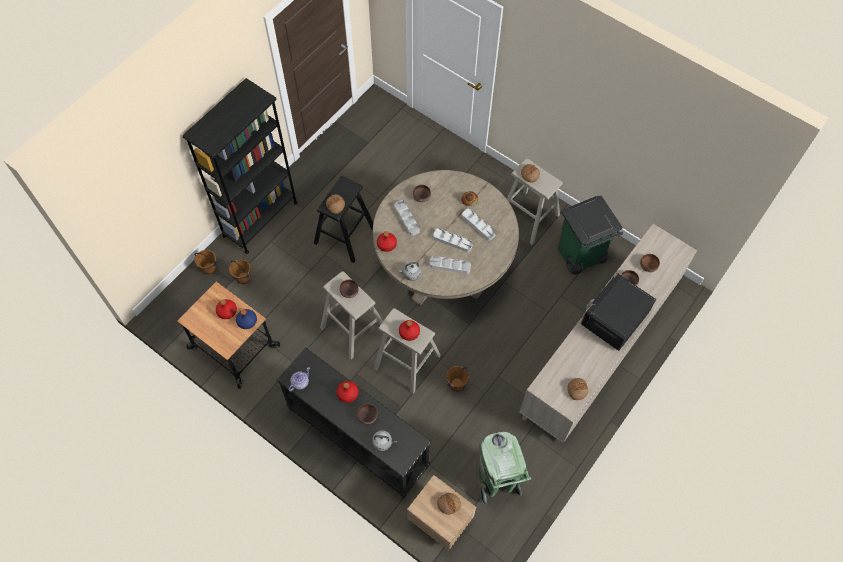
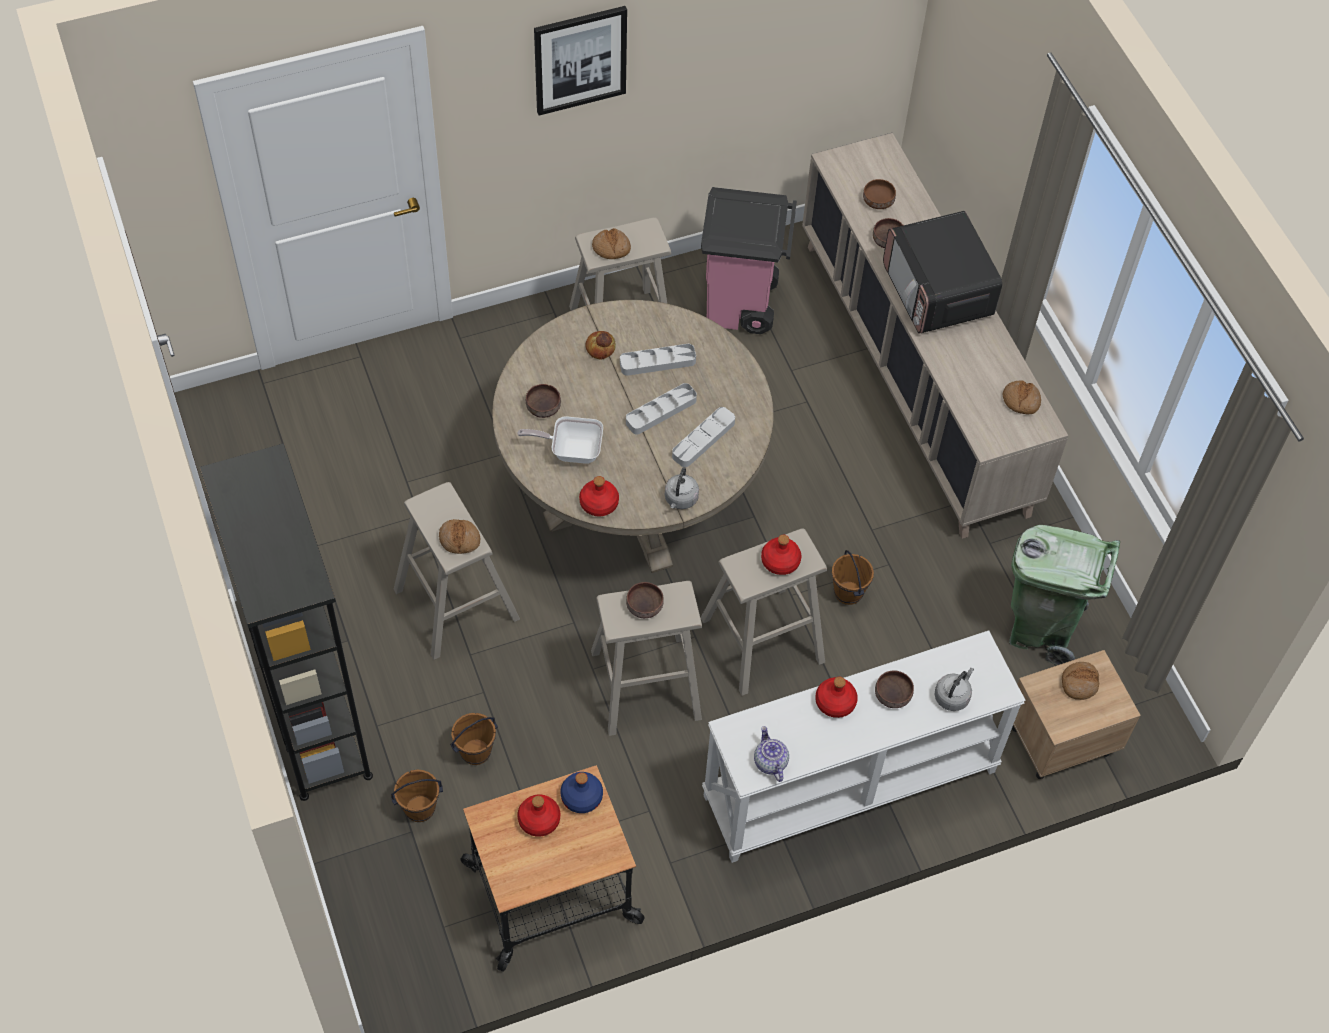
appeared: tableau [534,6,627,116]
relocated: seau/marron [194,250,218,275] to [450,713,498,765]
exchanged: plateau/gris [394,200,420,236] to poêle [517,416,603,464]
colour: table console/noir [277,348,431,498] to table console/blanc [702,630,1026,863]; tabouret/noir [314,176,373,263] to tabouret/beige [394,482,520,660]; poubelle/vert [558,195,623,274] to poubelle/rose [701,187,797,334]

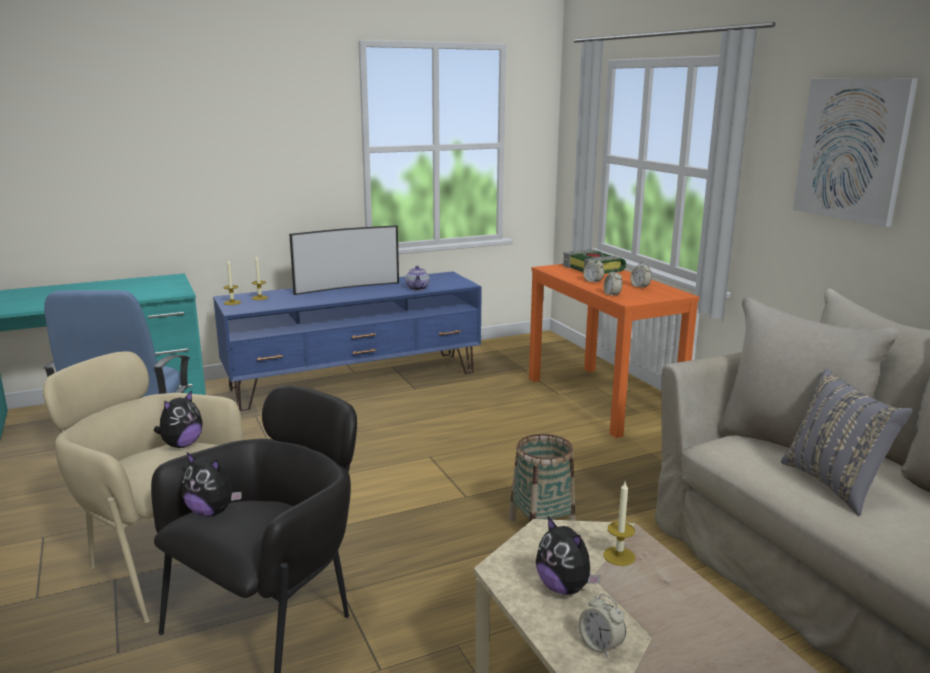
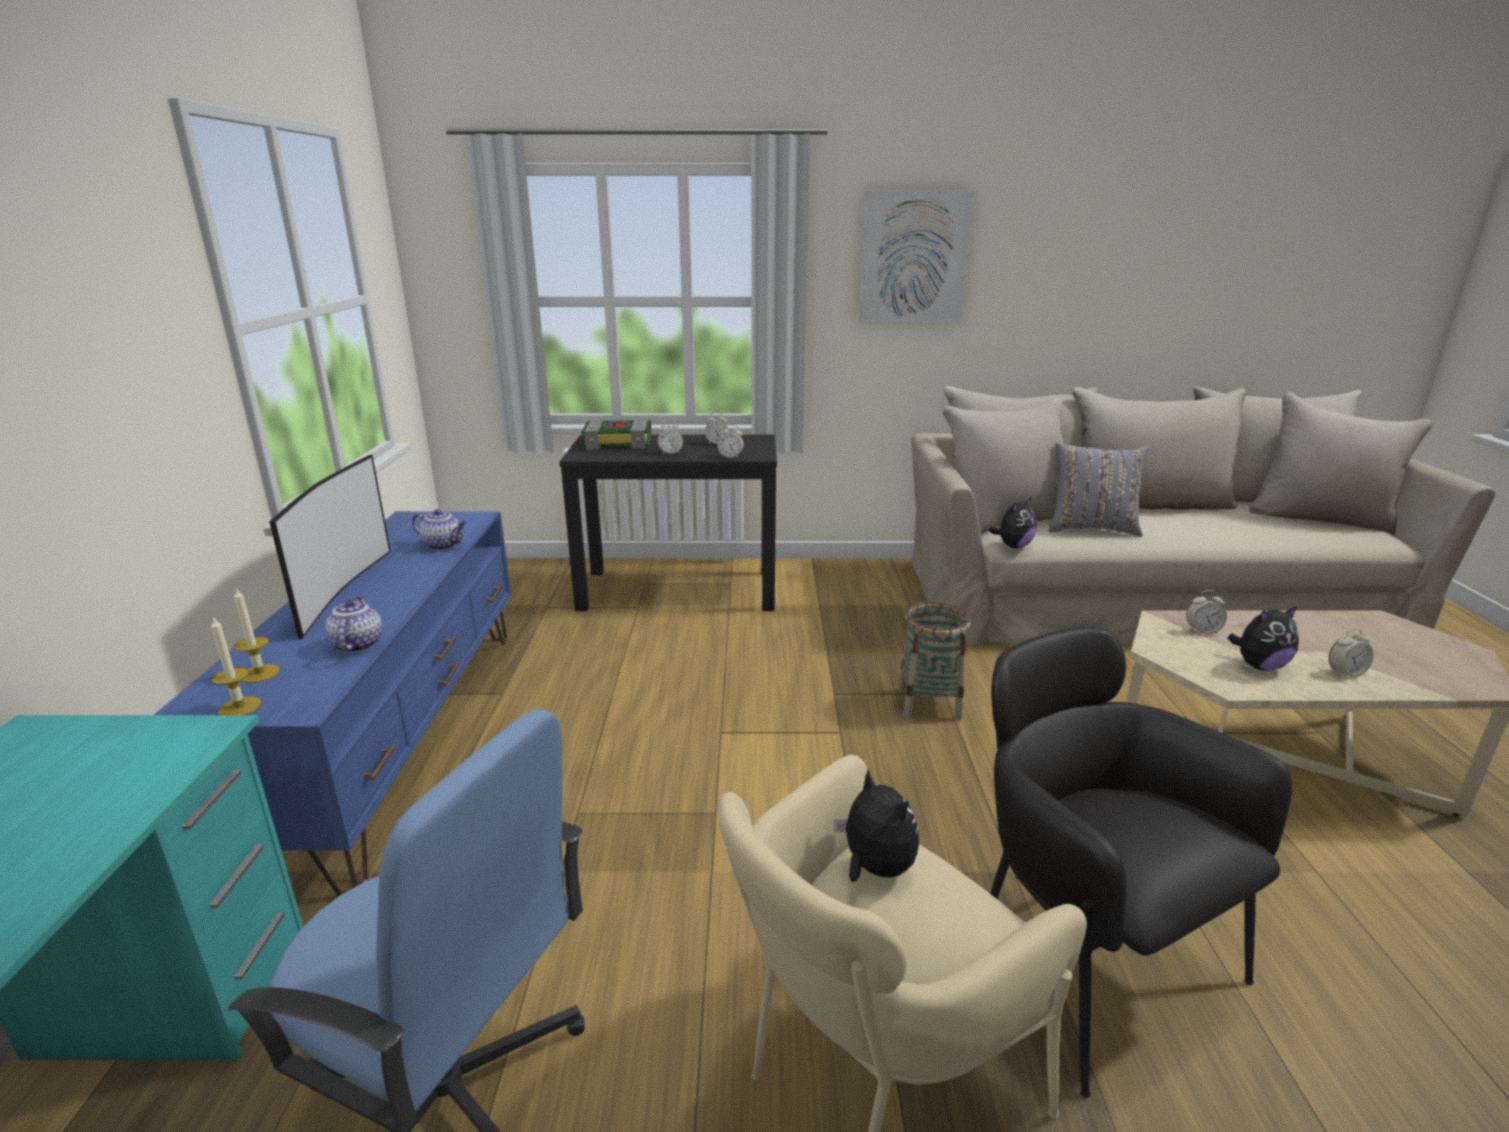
appeared: théière [325,595,382,653]
relocated: peluche [182,452,242,517] to [988,498,1036,548]
exchanged: bougie [603,480,635,566] to réveil [1186,590,1227,634]
colour: table console/orange [529,264,699,438] to table console/noir [559,434,777,611]

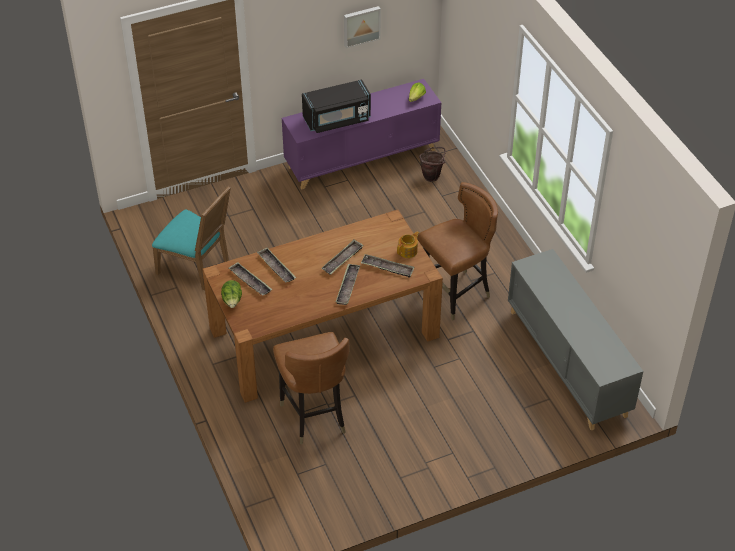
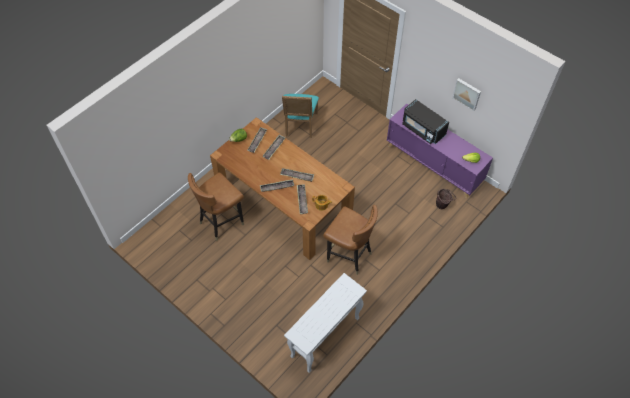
exchanged: meuble de rangement/gris [508,249,644,430] to table console/blanc [284,273,367,373]

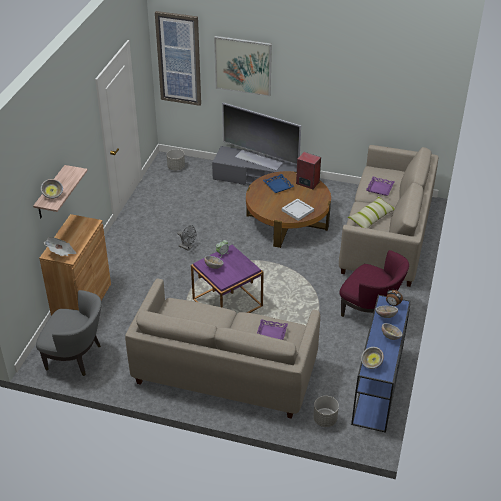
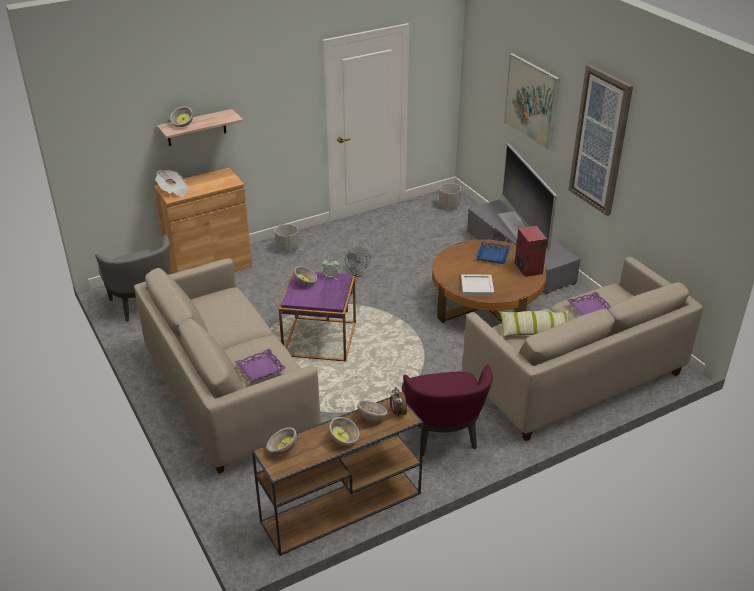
relocated: tableau [155,11,201,106] to [568,64,633,216]; cache-pot/gris [313,396,339,427] to [275,224,299,252]
colour: table console/bleu [351,295,411,433] to table console/marron [252,397,423,556]

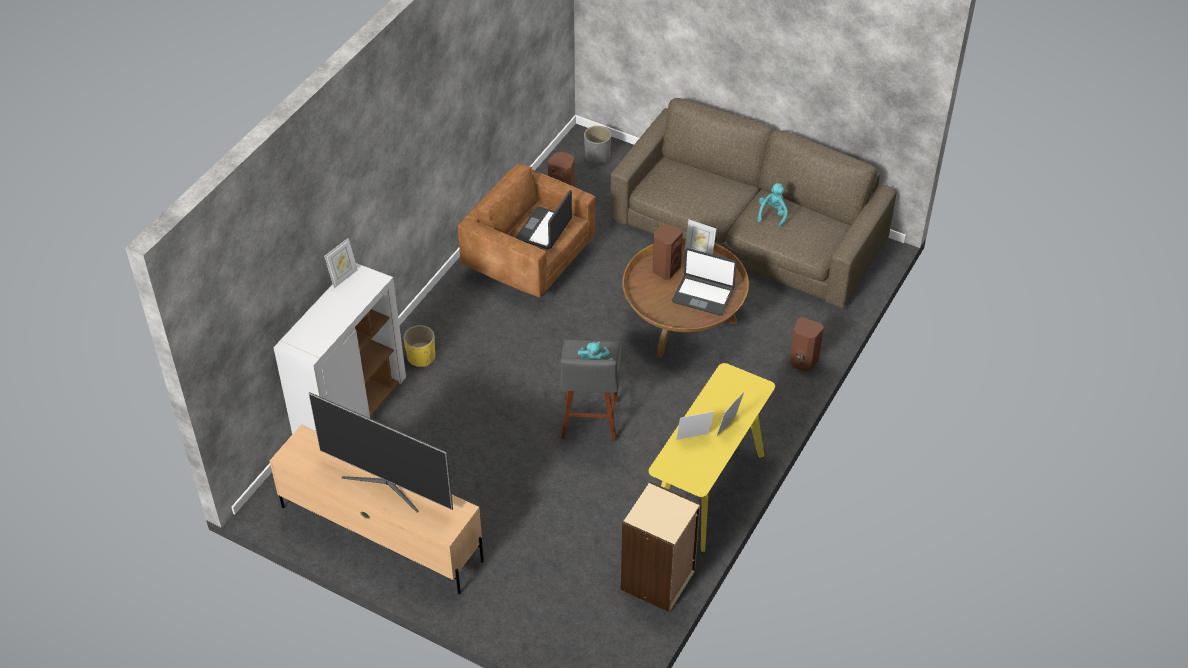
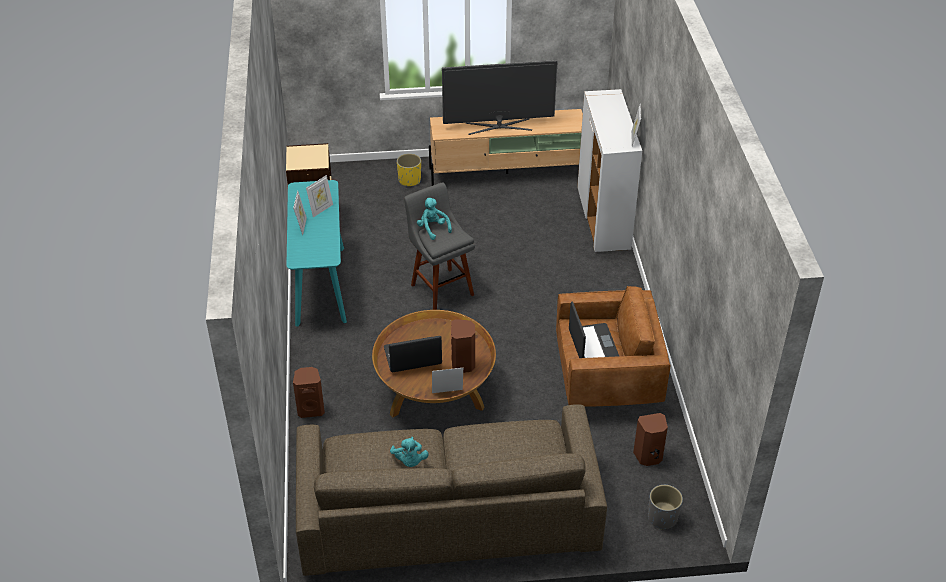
relocated: cache-pot/jaune [403,325,435,367] to [397,153,421,186]
colour: table console/jaune [649,363,775,552] to table console/turquoise [286,180,347,327]

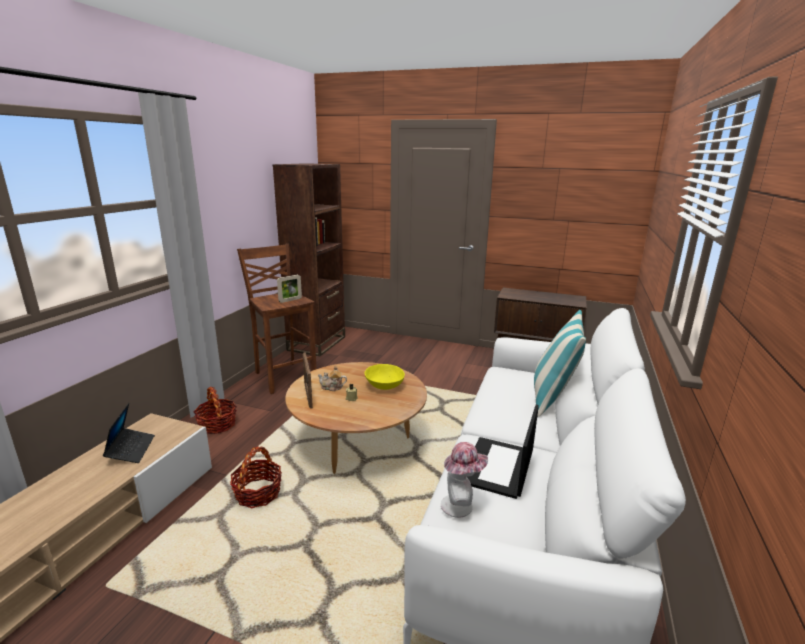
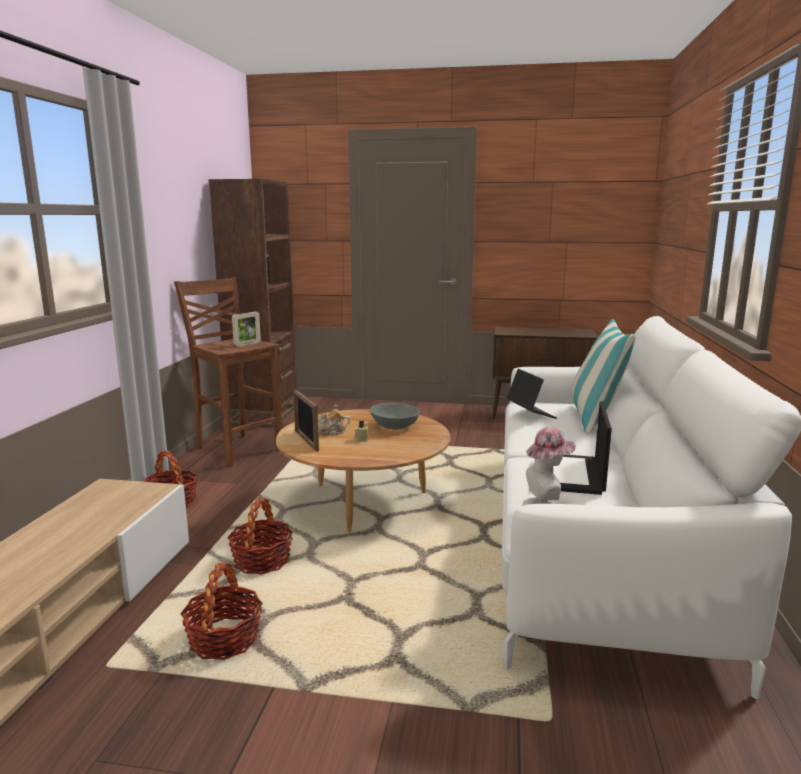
appeared: panier [180,562,263,660]
relocated: ordinateur portable [103,403,155,463] to [507,369,557,419]
colour: bol/jaune [364,364,405,390] to bol/gris [370,403,420,429]

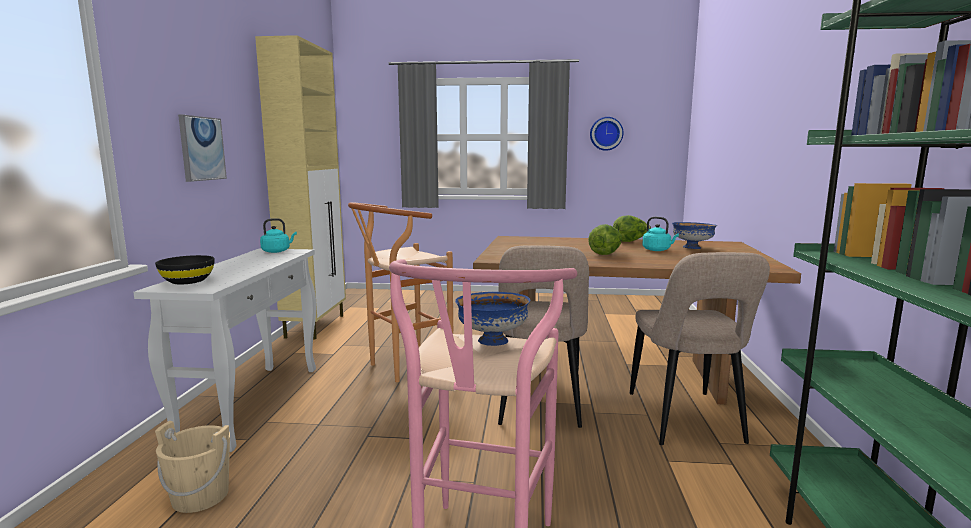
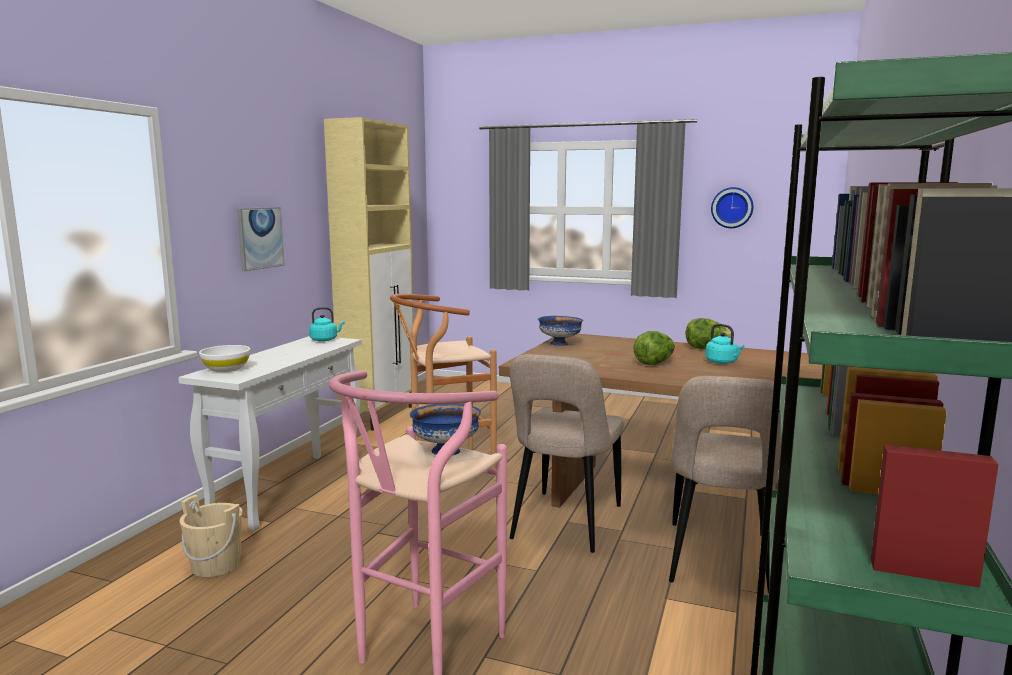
relocated: bol/bleu [672,222,717,249] to [538,316,583,346]
colour: bol/noir [155,255,215,284] to bol/blanc [199,345,250,372]

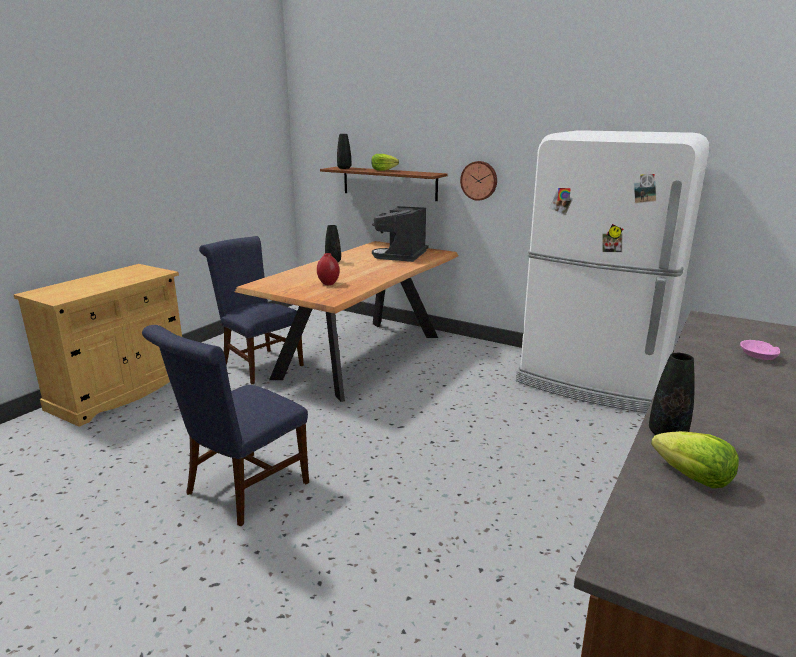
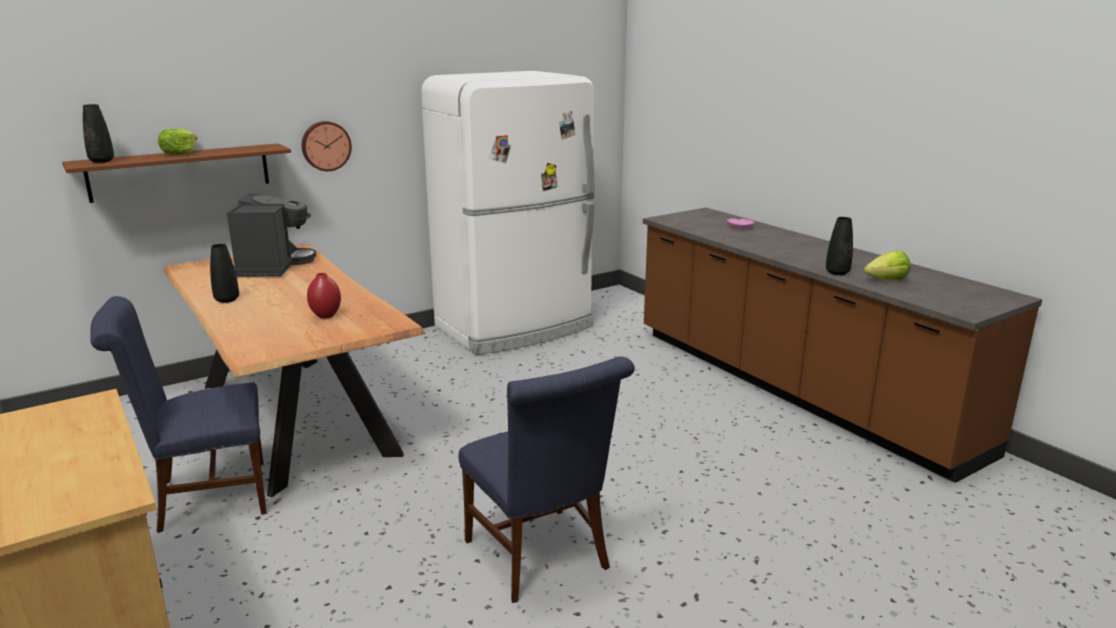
spun: machine à café [372,206,429,262] = [227,193,316,277] 135 degrees counterclockwise

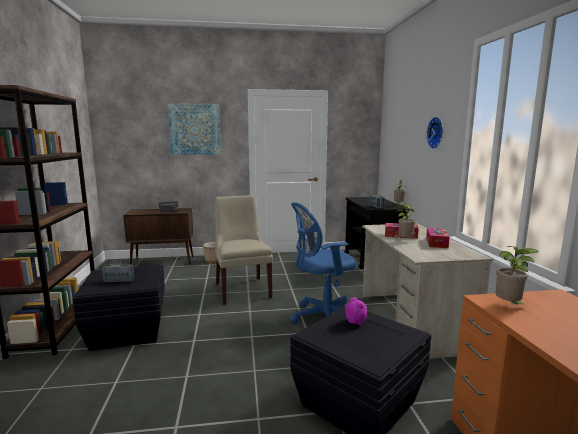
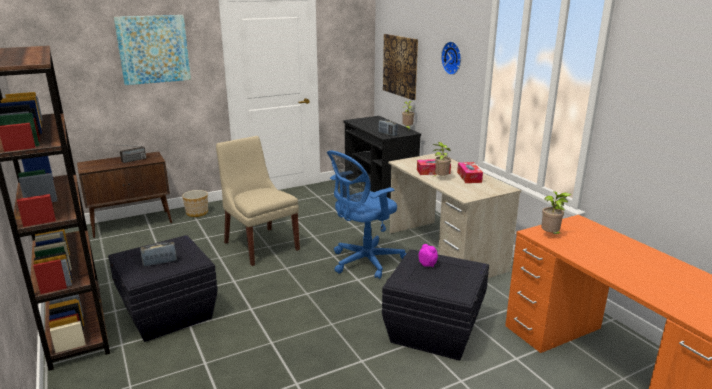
appeared: tableau [383,34,418,100]

